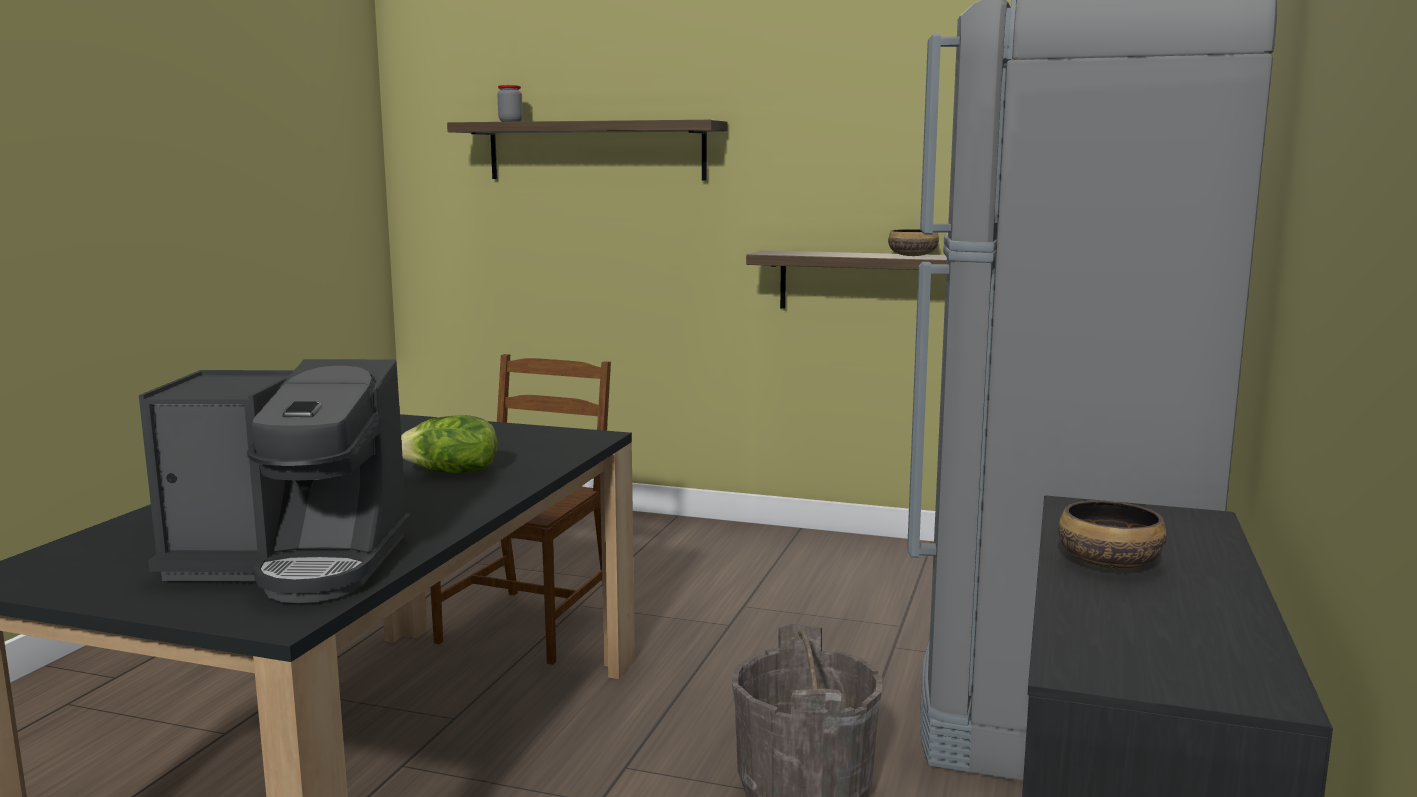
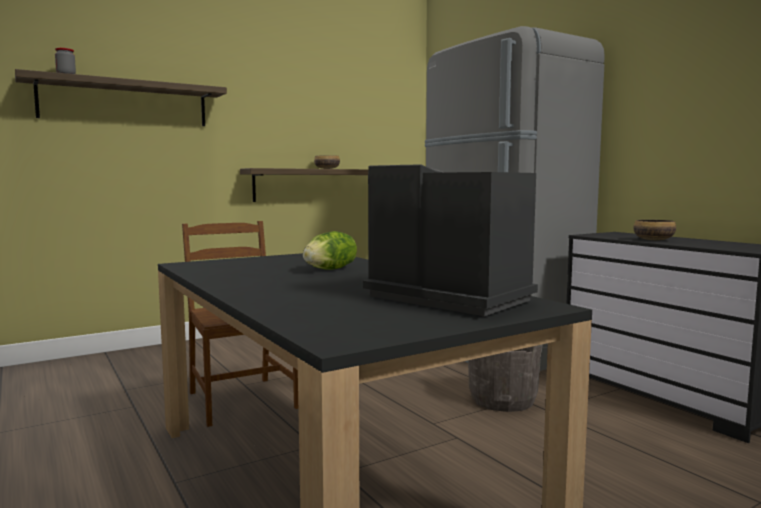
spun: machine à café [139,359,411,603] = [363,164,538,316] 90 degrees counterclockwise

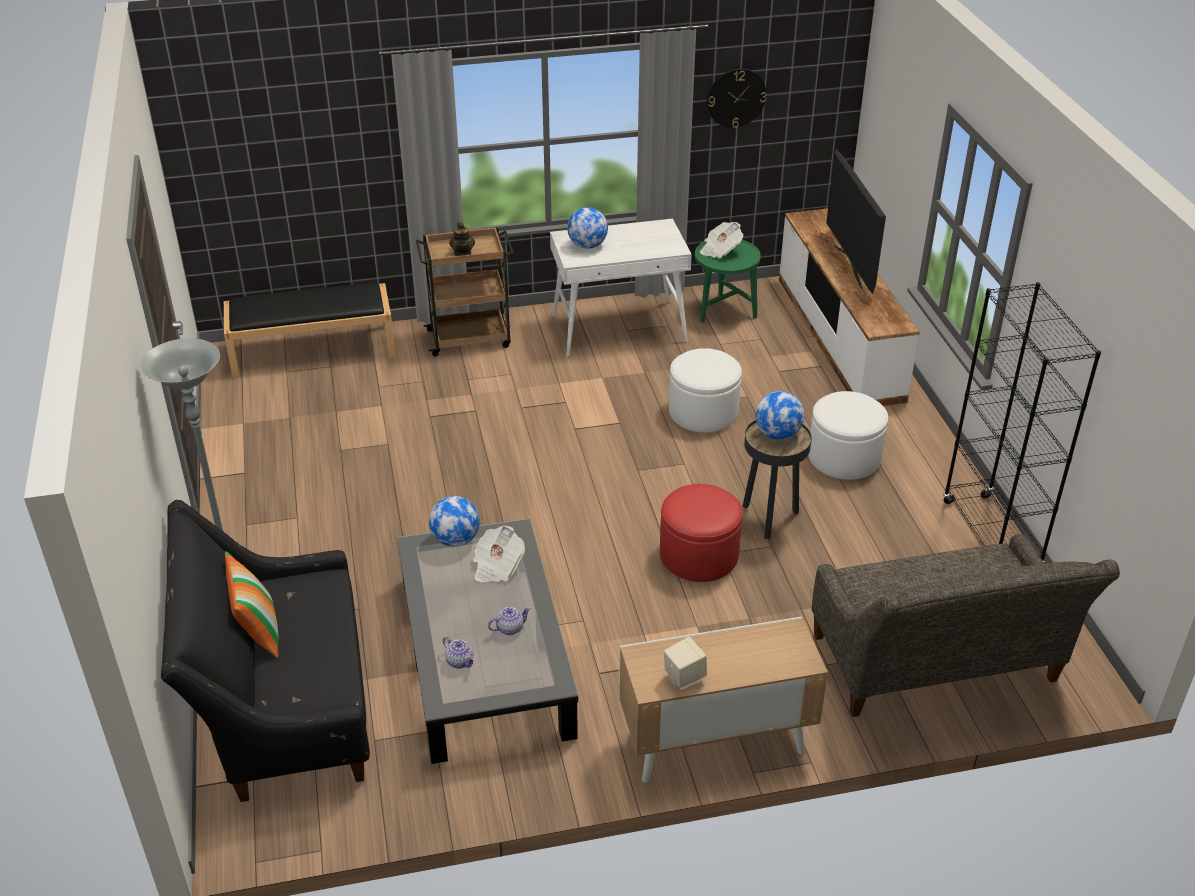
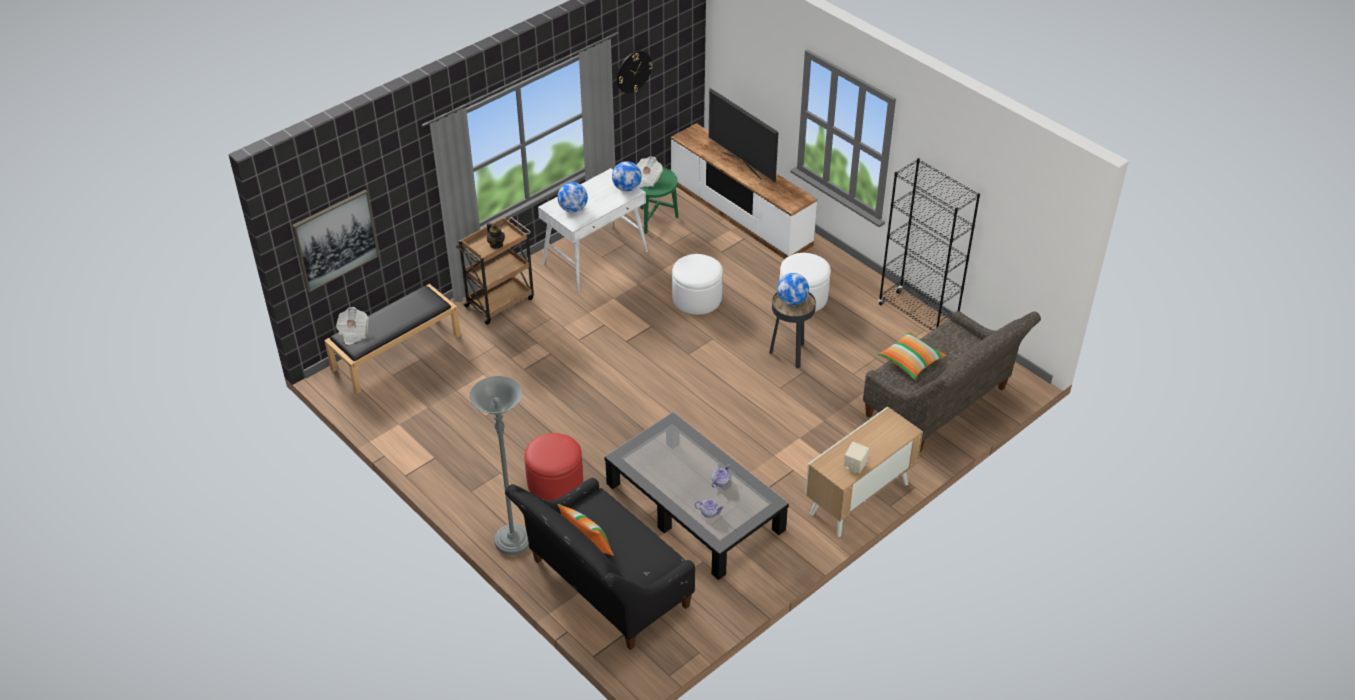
appeared: tableau [292,190,379,292]; coussin [877,331,947,380]
relocated: globe [429,496,480,547] to [612,161,642,191]; journal [473,526,525,582] to [336,307,369,345]; pouf/rouge [660,484,743,582] to [524,433,583,501]

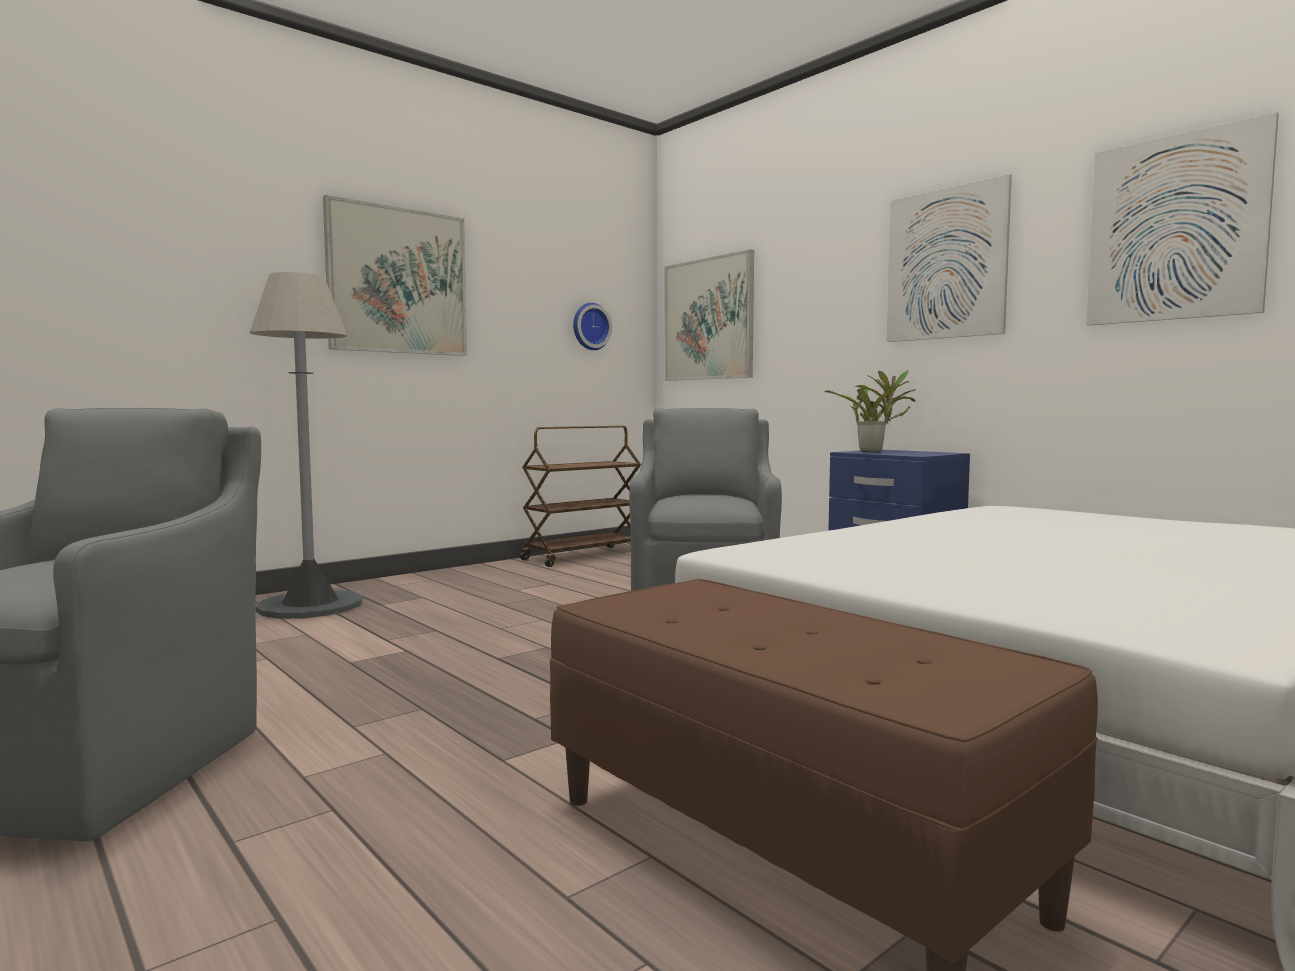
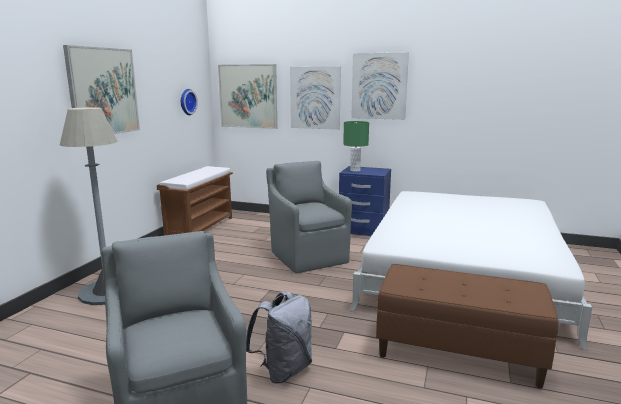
appeared: sac à dos/gris [246,292,312,384]
relocated: tableau [1086,112,1279,326] to [290,66,341,130]
exchanged: chariot/marron [520,426,641,567] to banc/marron [157,166,233,235]; plante en pot [825,370,916,452] to lampe de table/vert [343,121,369,172]

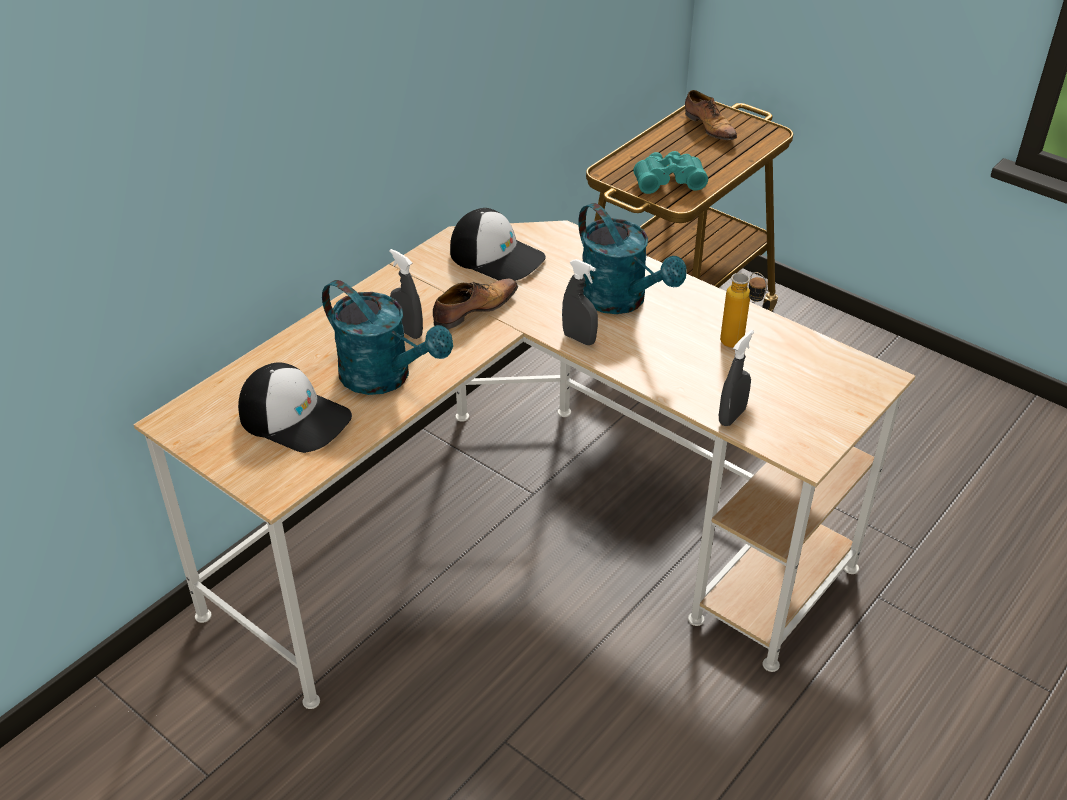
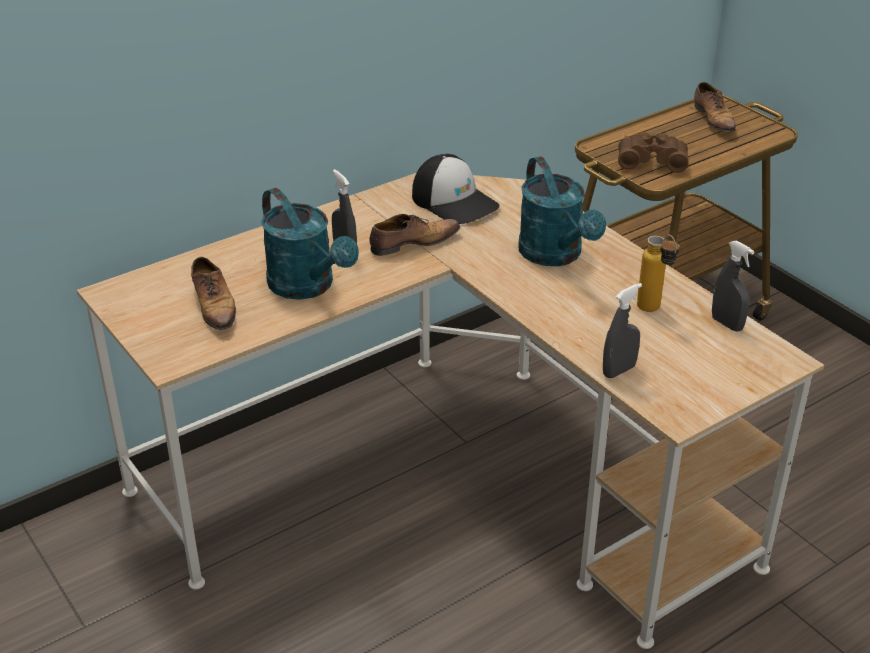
relocated: vaporisateur/gris [562,259,598,345] to [712,240,755,331]
exchanged: casquette [238,362,352,453] to chaussure [191,257,236,330]
colour: jumelles/turquoise [633,151,708,194] to jumelles/marron [618,132,689,173]

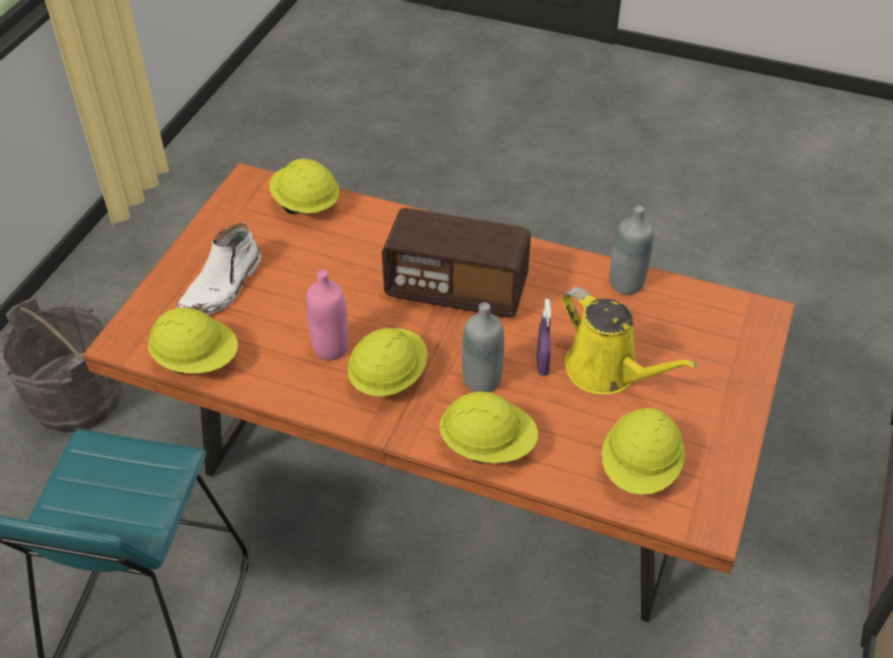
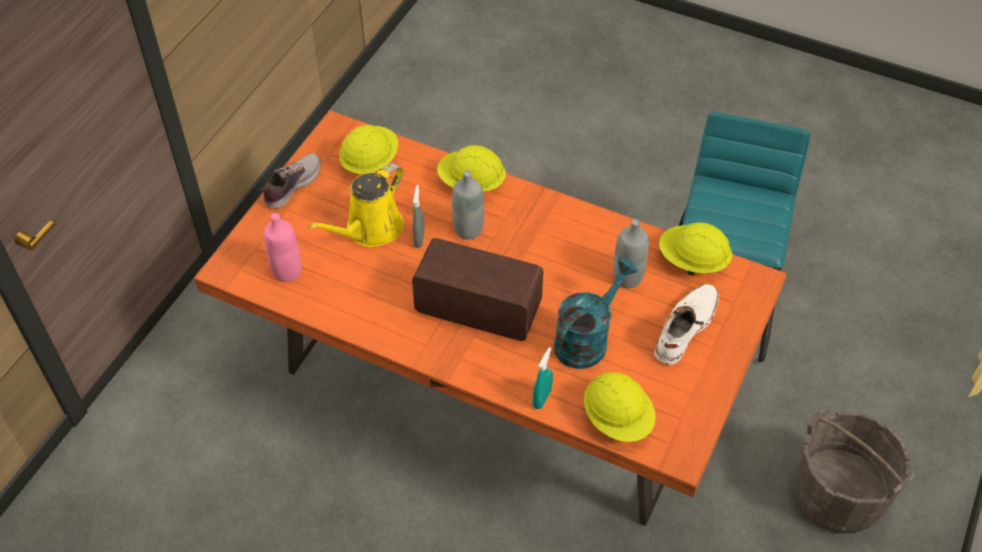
missing: casque de chantier/jaune [347,328,428,396]
appeared: chaussure [261,153,321,209]; vaporisateur/turquoise [533,347,553,409]; arrosoir/turquoise [554,257,638,369]
relocated: bouteille/rose [306,270,349,360] to [264,213,301,282]; bouteille/gris [610,205,653,295] to [613,219,649,288]
colour: vaporisateur/violet [537,299,551,376] to vaporisateur/gris [413,185,425,248]
spun: arrosoir/jaune [562,287,698,395] = [308,163,404,247] 105 degrees counterclockwise

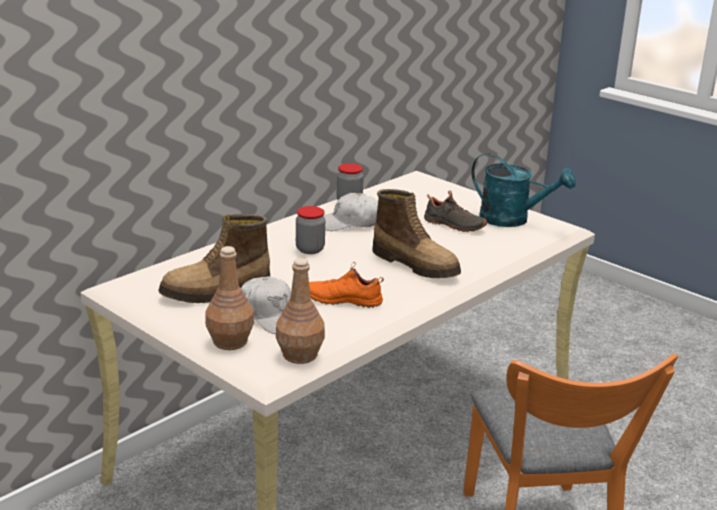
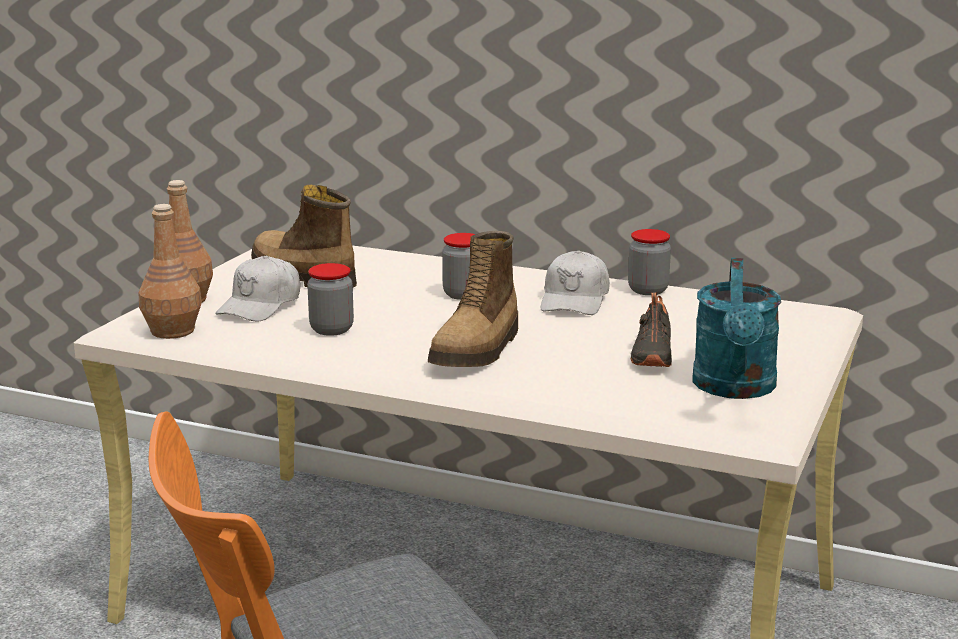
exchanged: chaussure/orange [309,262,384,308] to bocal [307,263,354,336]
spun: casquette/blanc [323,193,378,231] = [540,250,610,315] 135 degrees counterclockwise

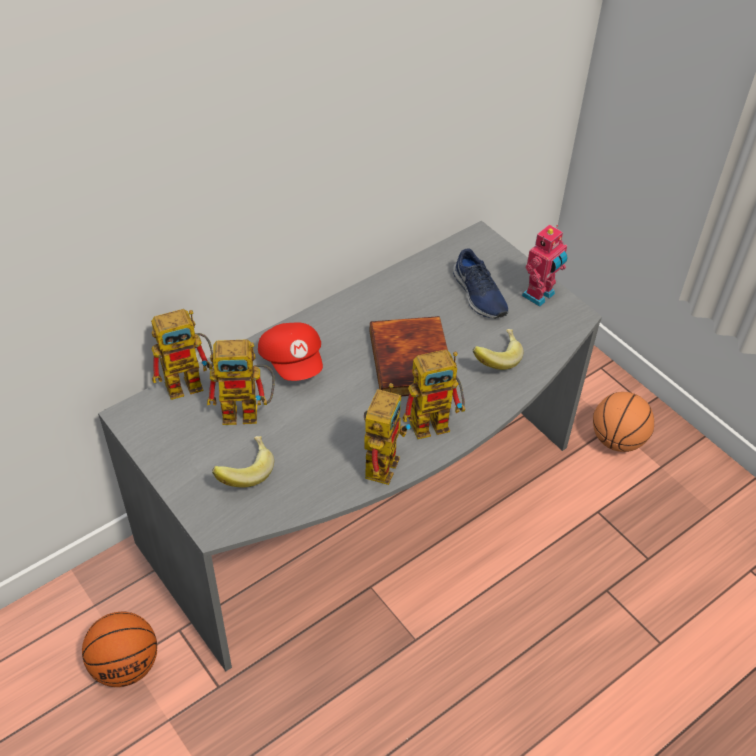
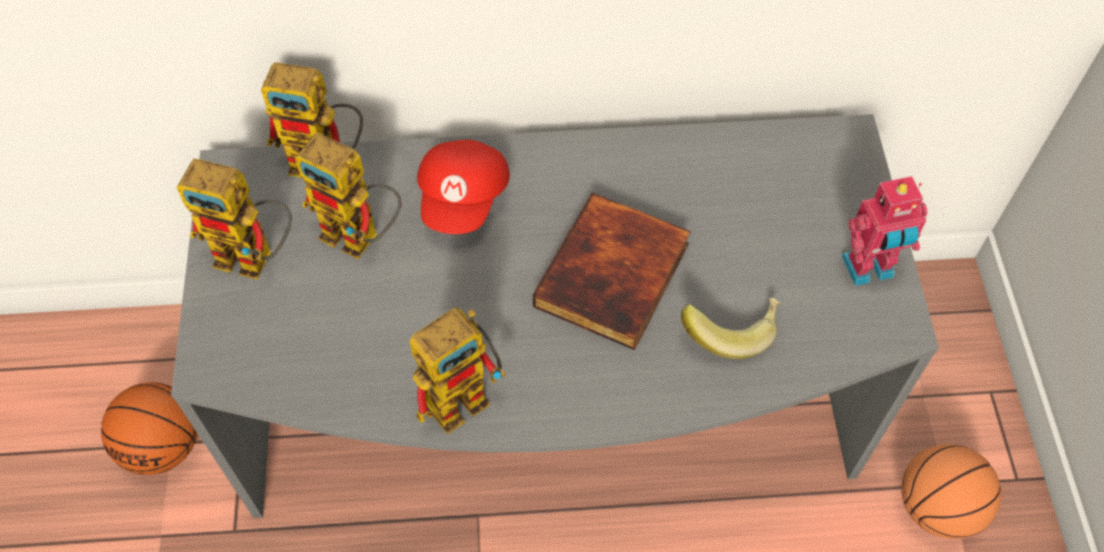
missing: banane [212,436,274,488]; chaussure/bleu [453,248,509,319]
relocated: robot jouet [403,349,466,439] to [176,158,292,280]

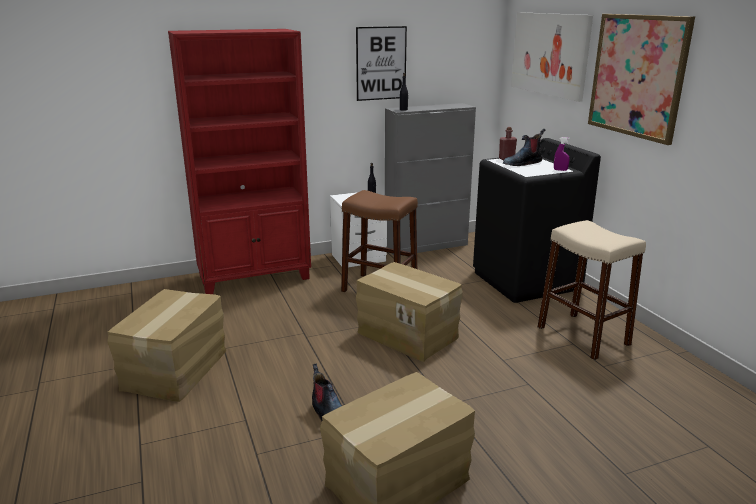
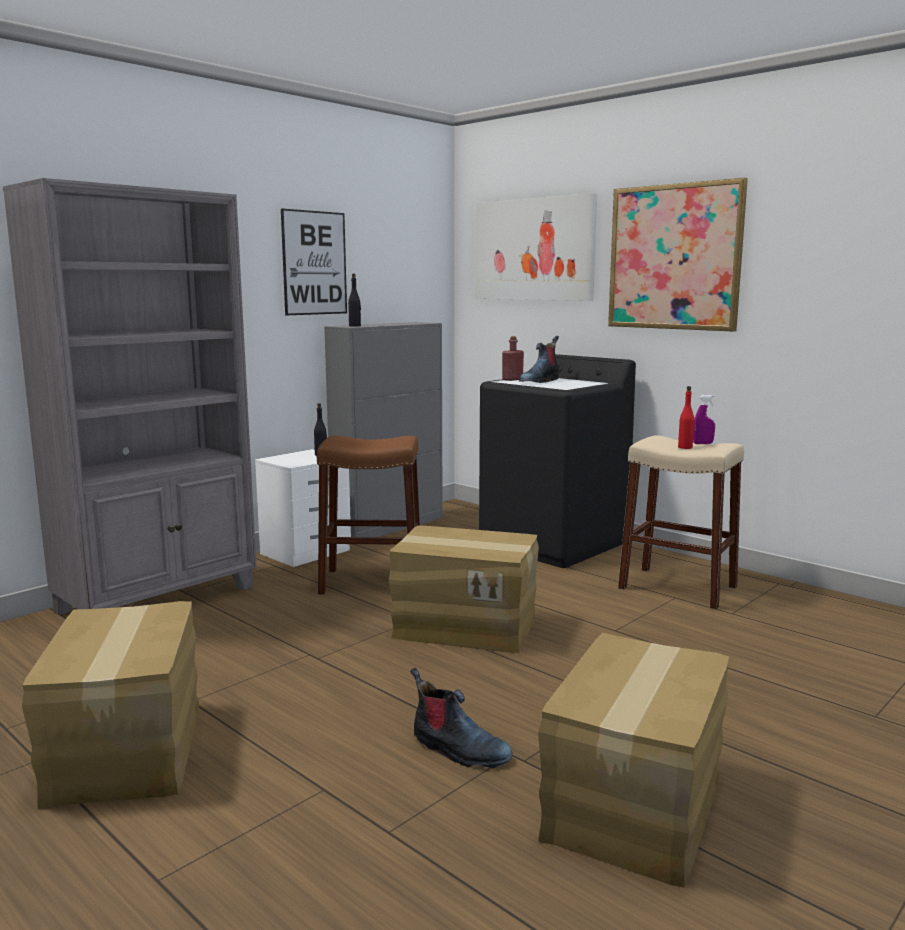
appeared: bouteille/rouge [678,386,694,449]
relocated: vaporisateur/violet [554,137,570,171] to [693,395,715,444]
colour: bibliothèque/rouge [168,29,311,294] to bibliothèque/gris [3,178,256,615]

